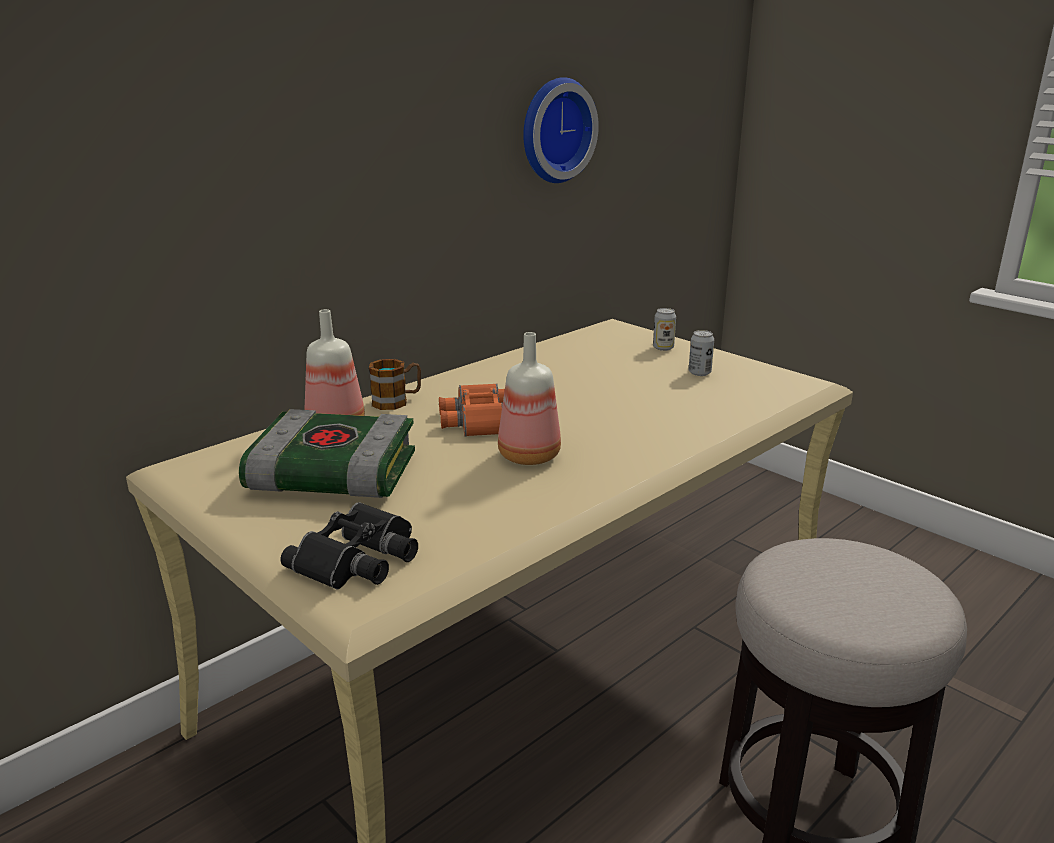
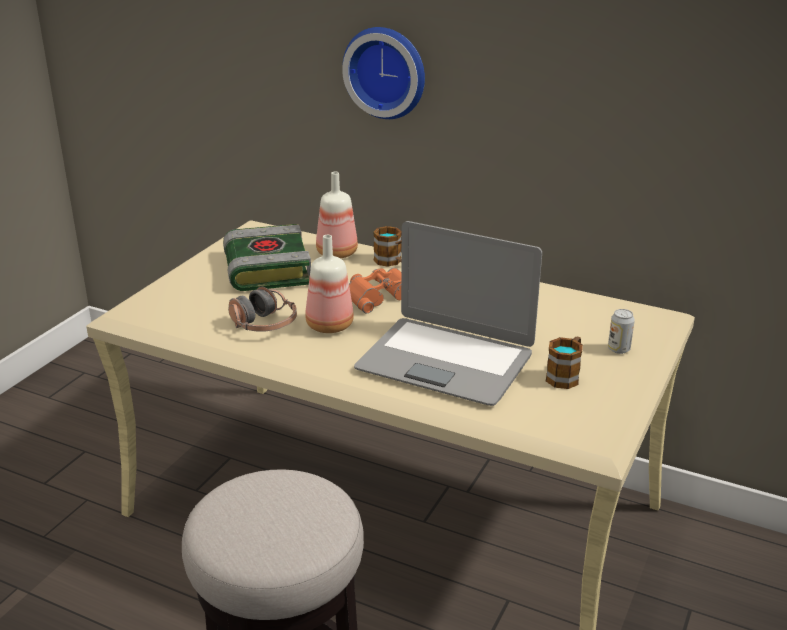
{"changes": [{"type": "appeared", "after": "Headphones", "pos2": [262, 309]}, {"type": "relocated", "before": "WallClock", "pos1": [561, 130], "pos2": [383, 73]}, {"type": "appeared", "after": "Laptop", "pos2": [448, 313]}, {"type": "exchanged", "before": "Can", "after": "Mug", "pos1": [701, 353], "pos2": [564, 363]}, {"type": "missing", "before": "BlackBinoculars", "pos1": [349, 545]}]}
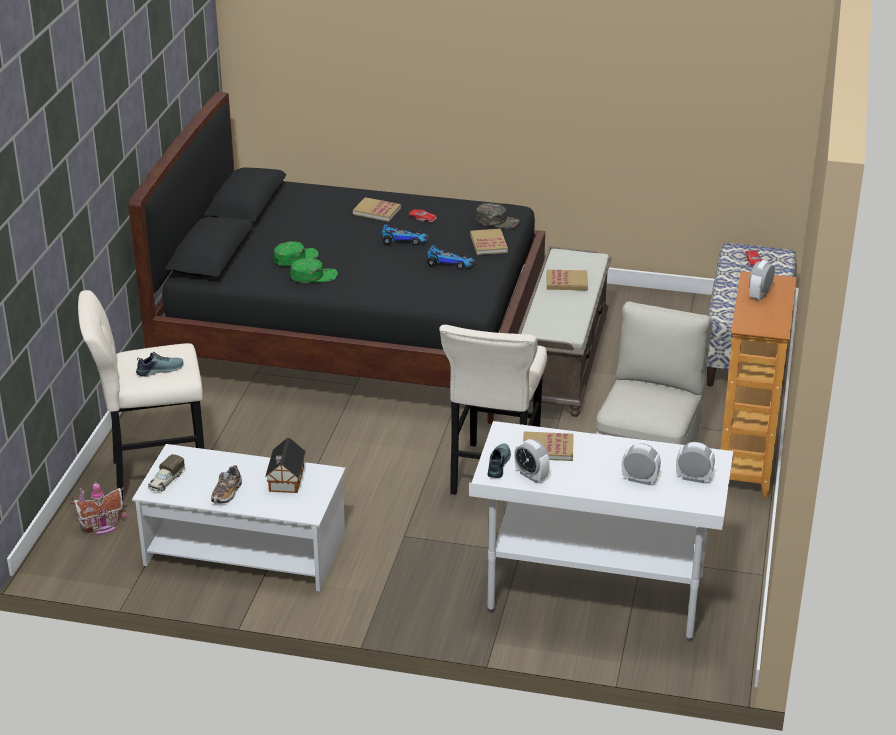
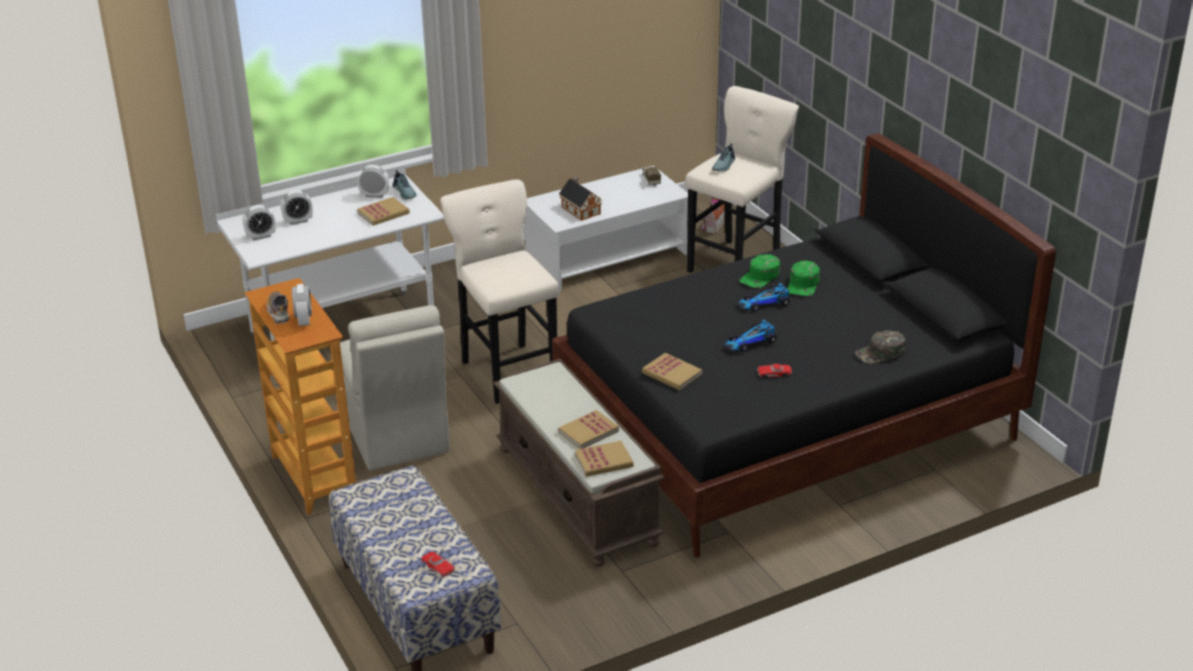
{"changes": [{"type": "relocated", "before": "Shoe", "pos1": [226, 484], "pos2": [278, 307]}, {"type": "relocated", "before": "Book", "pos1": [377, 209], "pos2": [604, 459]}, {"type": "relocated", "before": "ToyCar", "pos1": [451, 257], "pos2": [764, 297]}, {"type": "relocated", "before": "GreenCap", "pos1": [498, 216], "pos2": [880, 347]}]}
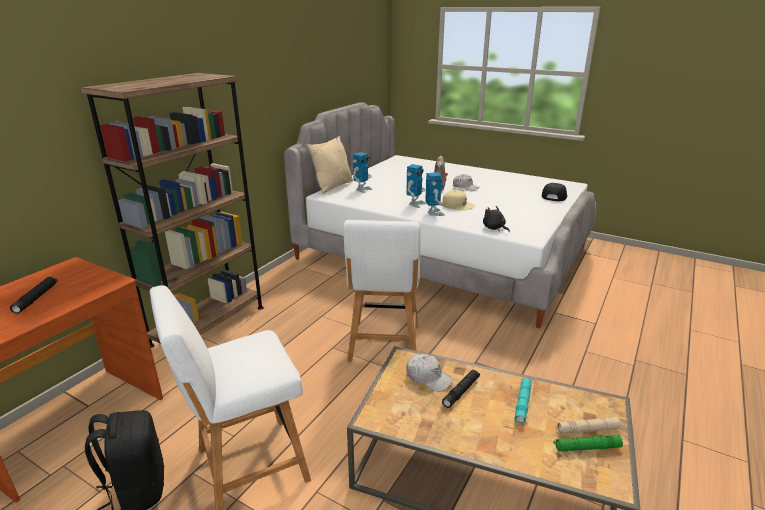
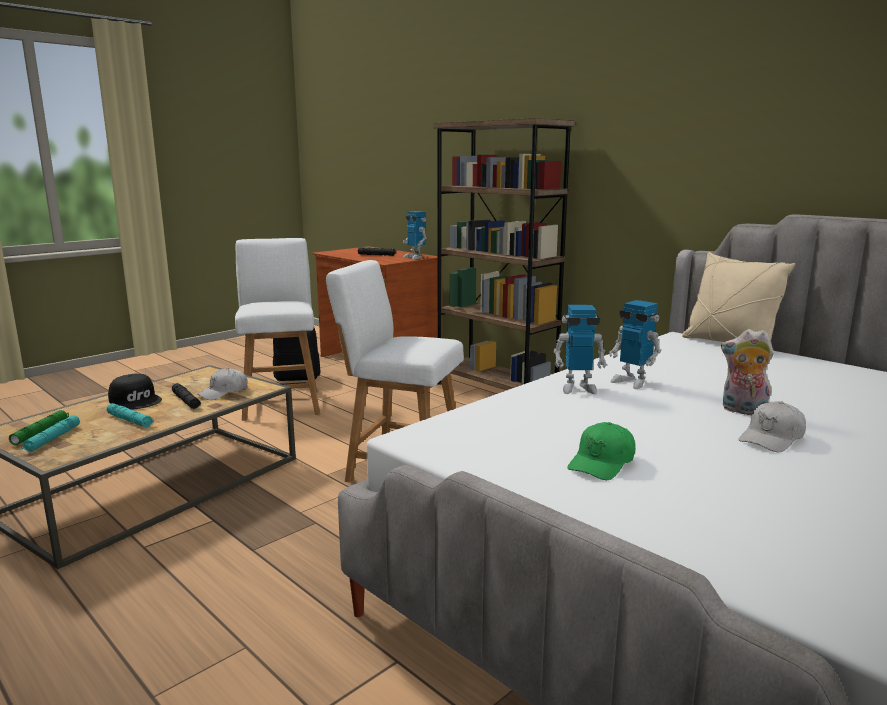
{"changes": [{"type": "colour", "before": "BeigeFlashlight", "after": "TurquoiseFlashlight", "pos1": [590, 425], "pos2": [50, 433]}, {"type": "relocated", "before": "BlackCap", "pos1": [555, 192], "pos2": [135, 392]}, {"type": "relocated", "before": "ToyRobot", "pos1": [362, 172], "pos2": [414, 235]}, {"type": "appeared", "after": "GreenCap", "pos2": [601, 451]}, {"type": "missing", "before": "BeigeCap", "pos1": [458, 200]}, {"type": "missing", "before": "BlackPlushToy", "pos1": [496, 219]}]}
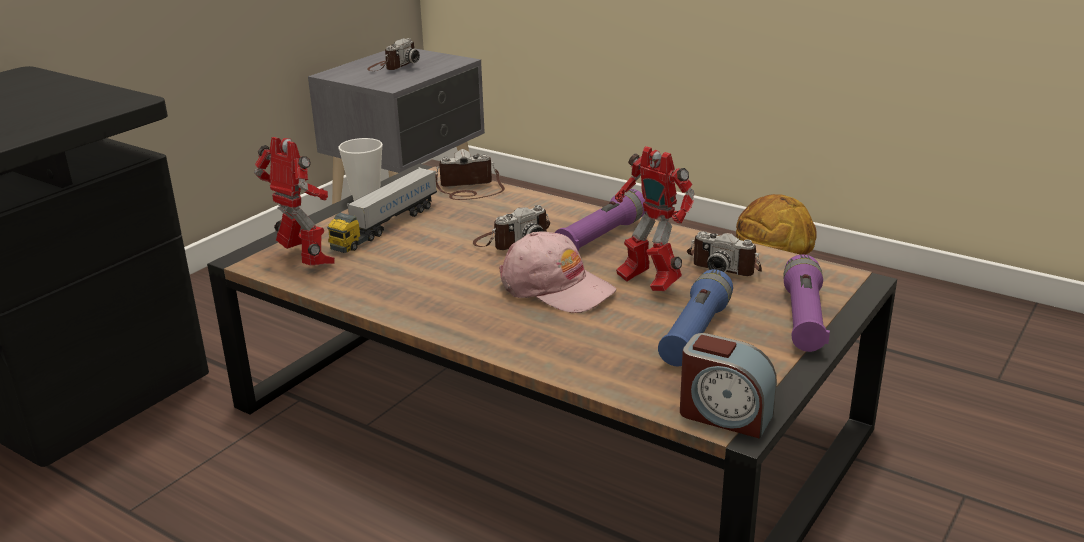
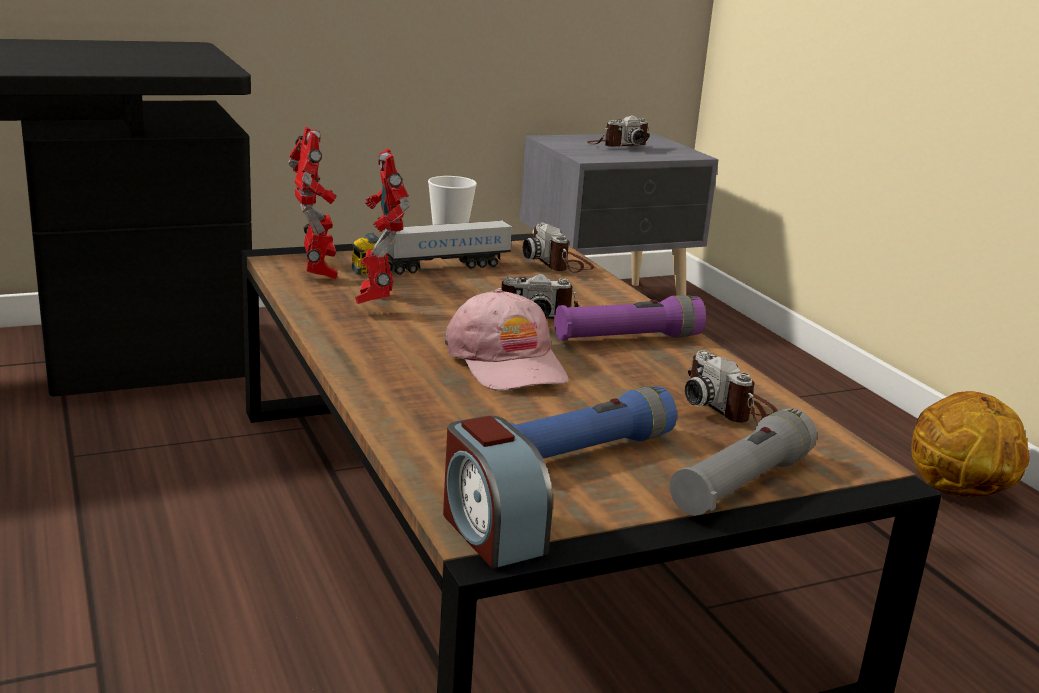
{"changes": [{"type": "relocated", "before": "ToyRobot", "pos1": [655, 218], "pos2": [382, 226]}, {"type": "spun", "before": "PhotoCamera", "pos1": [470, 174], "pos2": [558, 248], "turn": -135}, {"type": "colour", "before": "PurpleFlashlight", "after": "GreyFlashlight", "pos1": [806, 303], "pos2": [743, 462]}]}
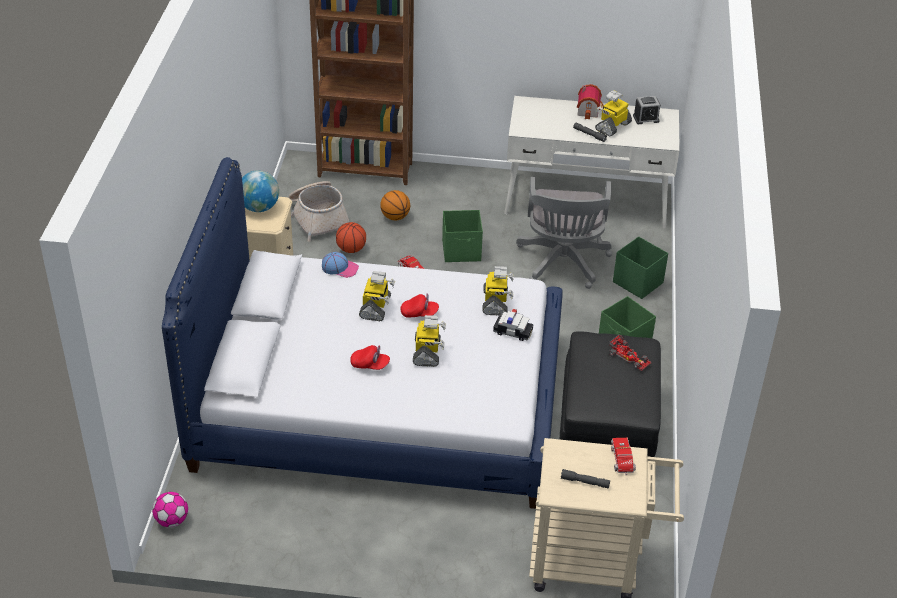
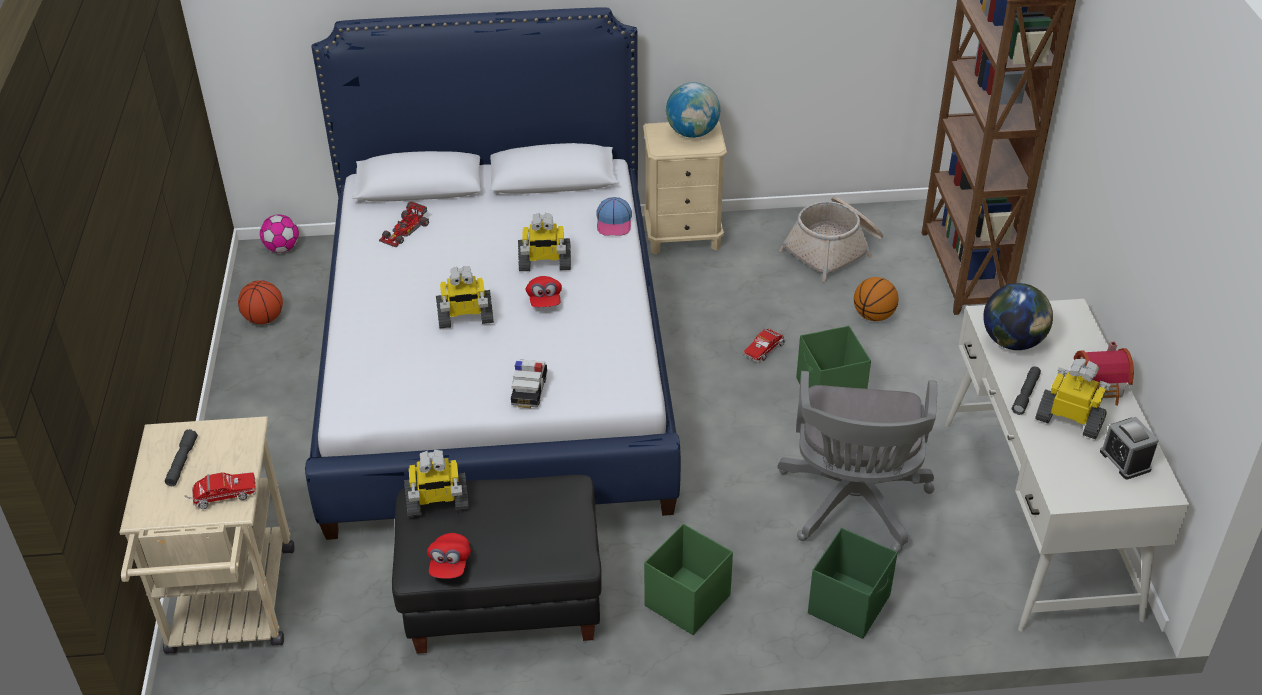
{"changes": [{"type": "relocated", "before": "Basketball", "pos1": [351, 237], "pos2": [260, 302]}, {"type": "relocated", "before": "ToyCar", "pos1": [630, 352], "pos2": [404, 224]}, {"type": "relocated", "before": "ToyRobot", "pos1": [498, 291], "pos2": [436, 483]}, {"type": "relocated", "before": "RedCap", "pos1": [370, 357], "pos2": [449, 556]}, {"type": "spun", "before": "GreyOfficeChair", "pos1": [564, 233], "pos2": [857, 462], "turn": -75}, {"type": "appeared", "after": "Globe", "pos2": [1018, 316]}]}
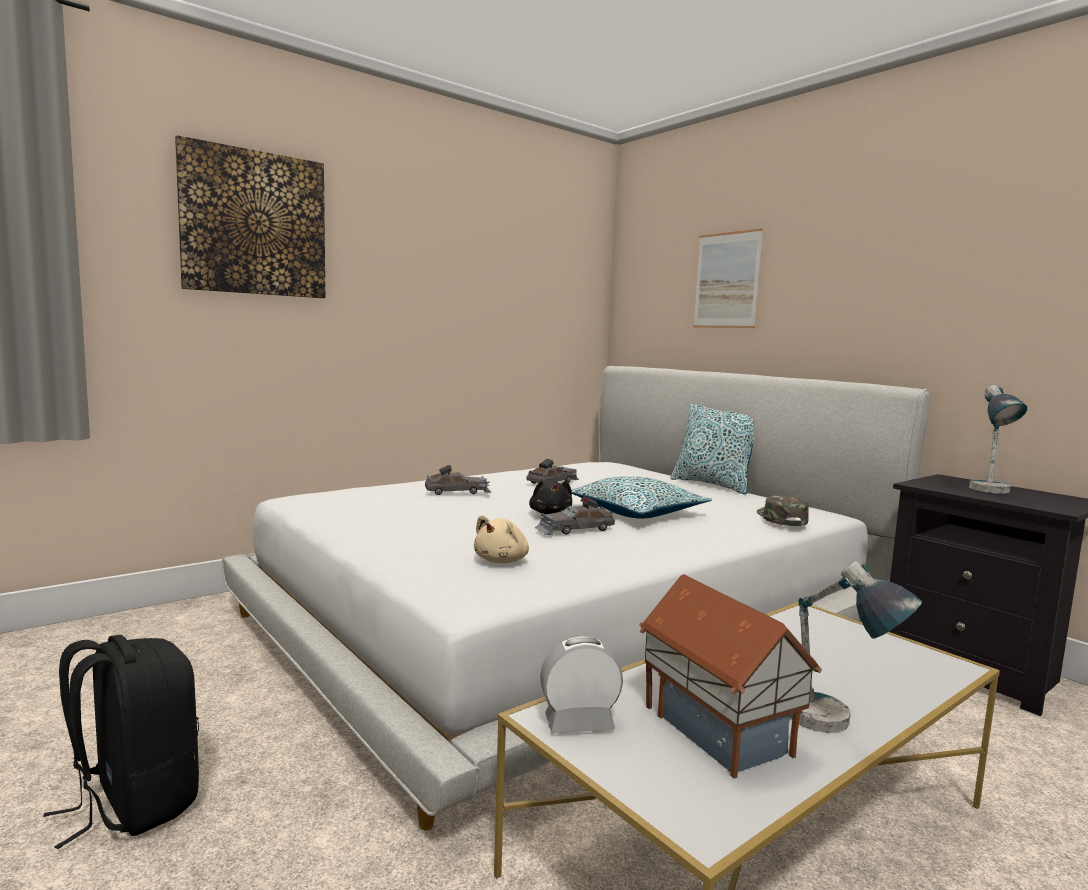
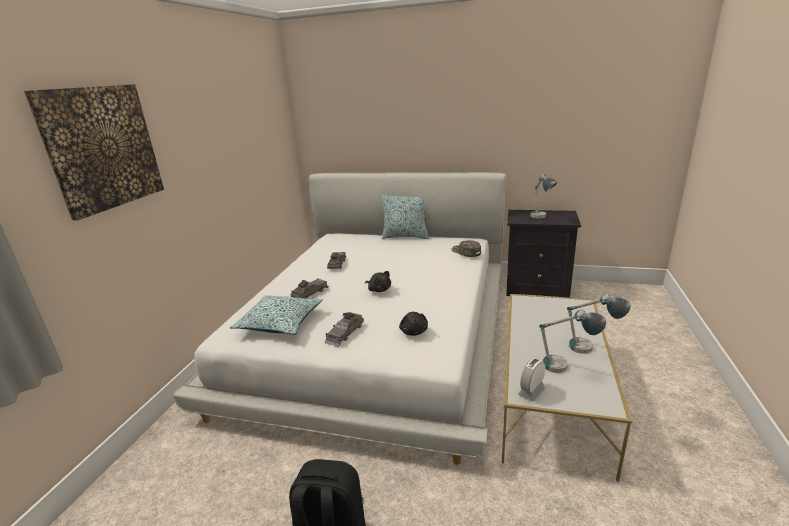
{"changes": [{"type": "relocated", "before": "Pillow", "pos1": [641, 497], "pos2": [276, 315]}, {"type": "relocated", "before": "GreyToyCar", "pos1": [575, 515], "pos2": [344, 329]}, {"type": "colour", "before": "BeigePlushToy", "after": "BlackPlushToy", "pos1": [501, 539], "pos2": [413, 324]}, {"type": "exchanged", "before": "ToyHouse", "after": "TableLamp", "pos1": [730, 676], "pos2": [572, 341]}, {"type": "missing", "before": "Picture", "pos1": [728, 278]}]}
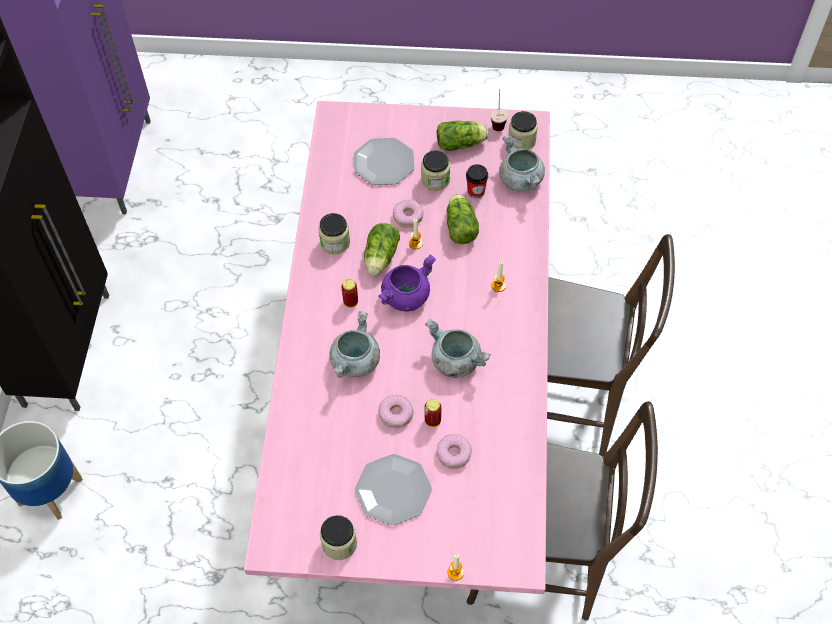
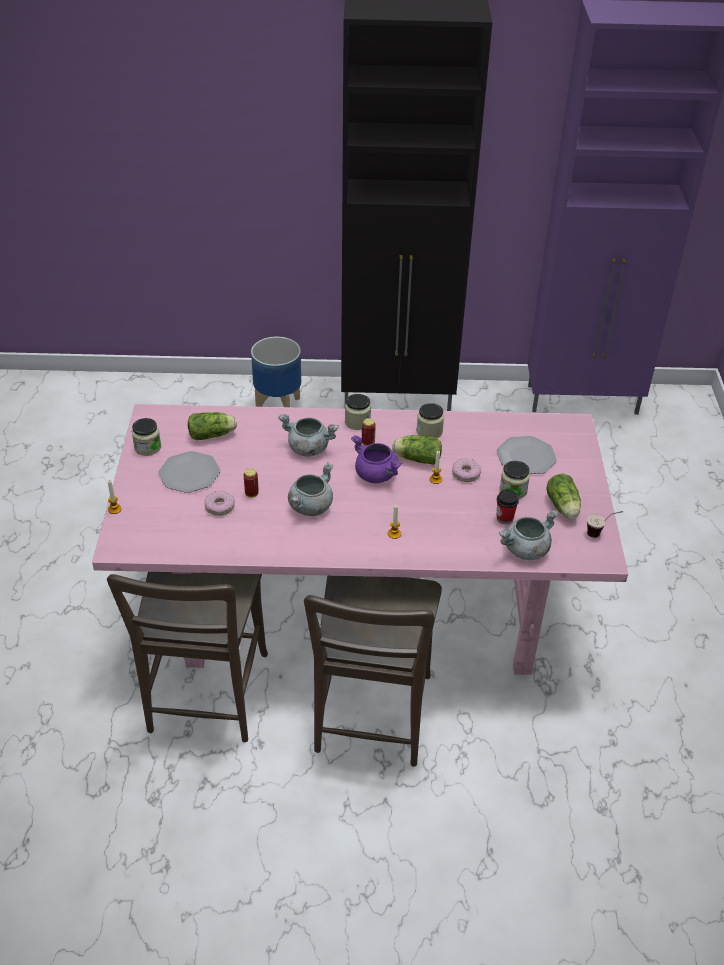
{"changes": [{"type": "relocated", "before": "Lettuce", "pos1": [463, 219], "pos2": [212, 426]}, {"type": "relocated", "before": "Jar", "pos1": [523, 130], "pos2": [358, 412]}, {"type": "missing", "before": "Donut", "pos1": [396, 411]}]}
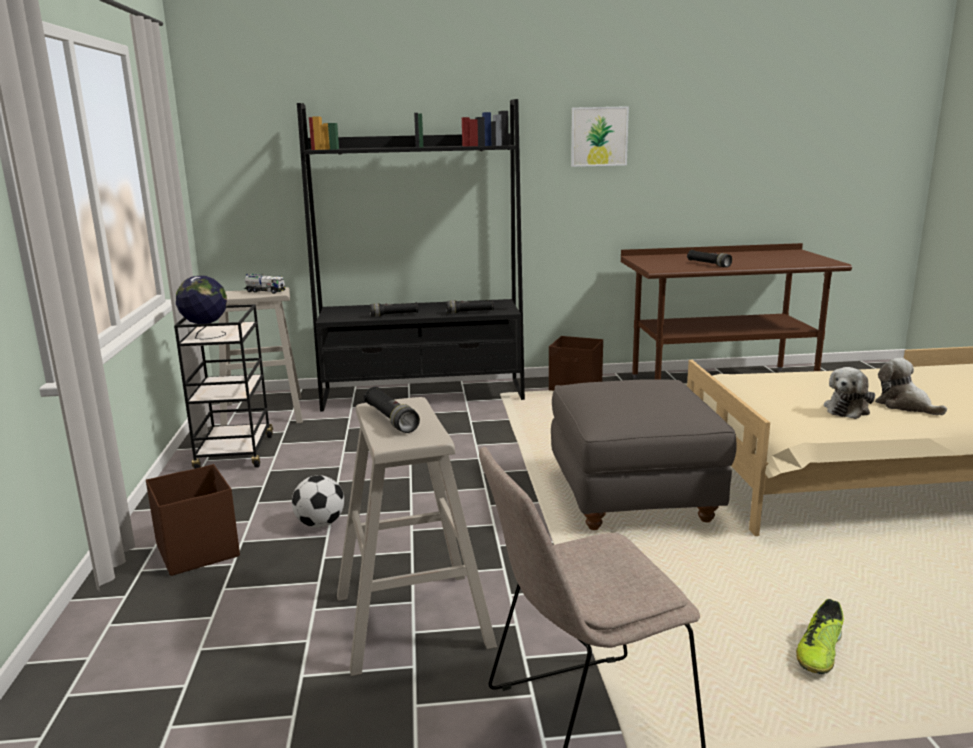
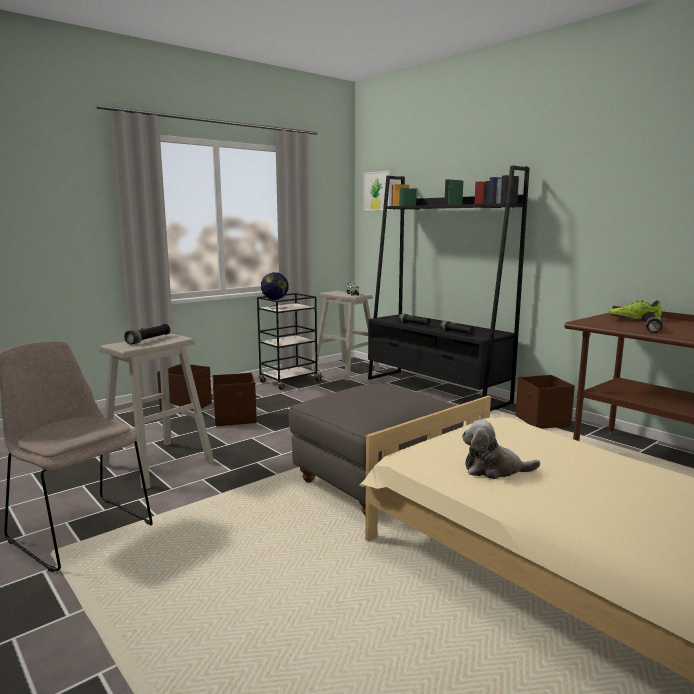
{"changes": [{"type": "exchanged", "before": "Football", "after": "BrownStorageBox", "pos1": [318, 501], "pos2": [234, 399]}, {"type": "relocated", "before": "Picture", "pos1": [600, 136], "pos2": [377, 190]}, {"type": "relocated", "before": "Shoe", "pos1": [820, 636], "pos2": [634, 310]}, {"type": "missing", "before": "PlushToy", "pos1": [911, 386]}]}
